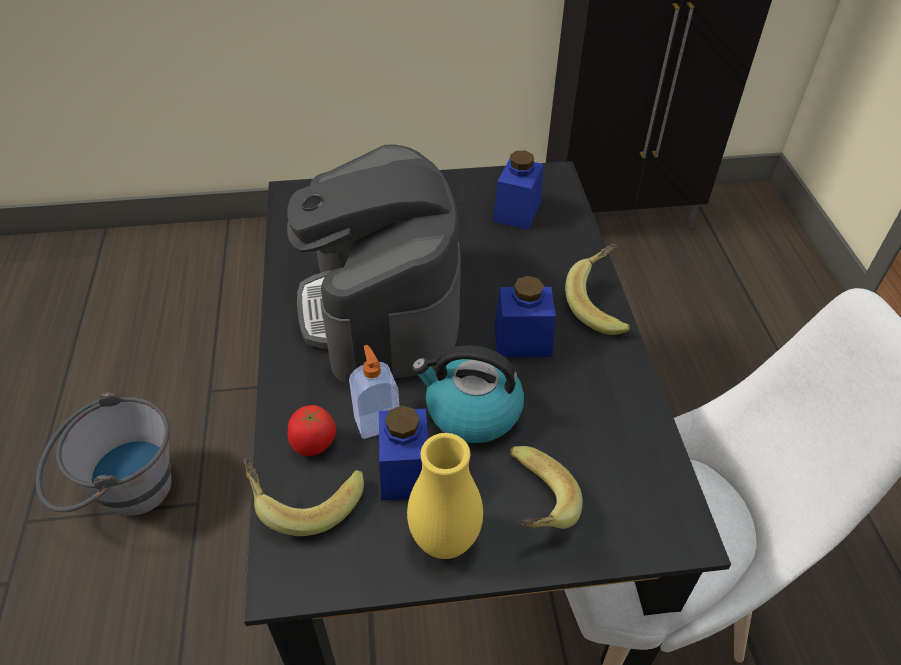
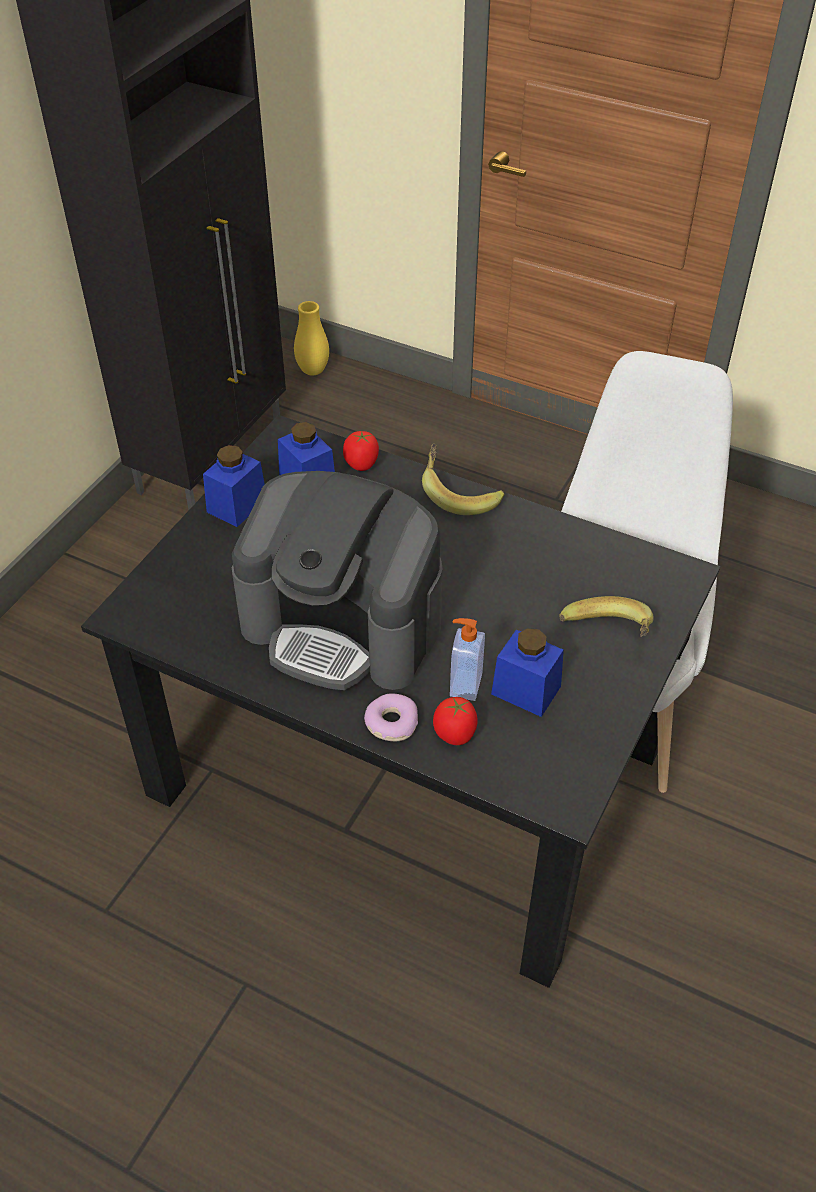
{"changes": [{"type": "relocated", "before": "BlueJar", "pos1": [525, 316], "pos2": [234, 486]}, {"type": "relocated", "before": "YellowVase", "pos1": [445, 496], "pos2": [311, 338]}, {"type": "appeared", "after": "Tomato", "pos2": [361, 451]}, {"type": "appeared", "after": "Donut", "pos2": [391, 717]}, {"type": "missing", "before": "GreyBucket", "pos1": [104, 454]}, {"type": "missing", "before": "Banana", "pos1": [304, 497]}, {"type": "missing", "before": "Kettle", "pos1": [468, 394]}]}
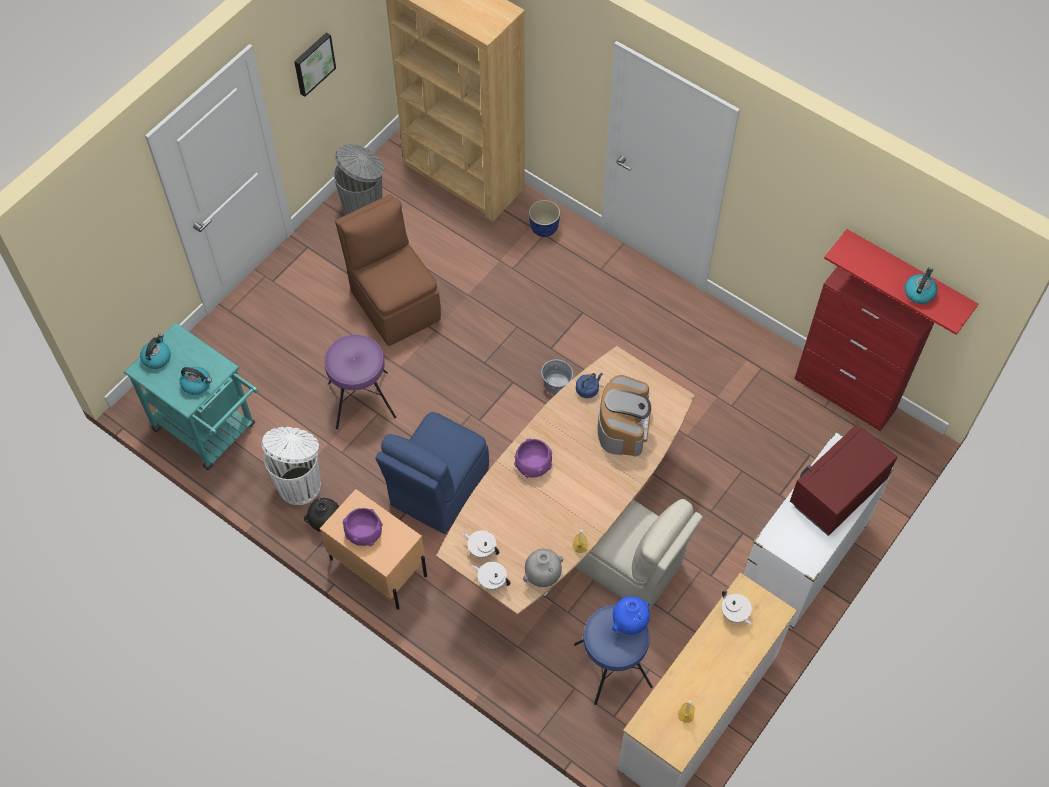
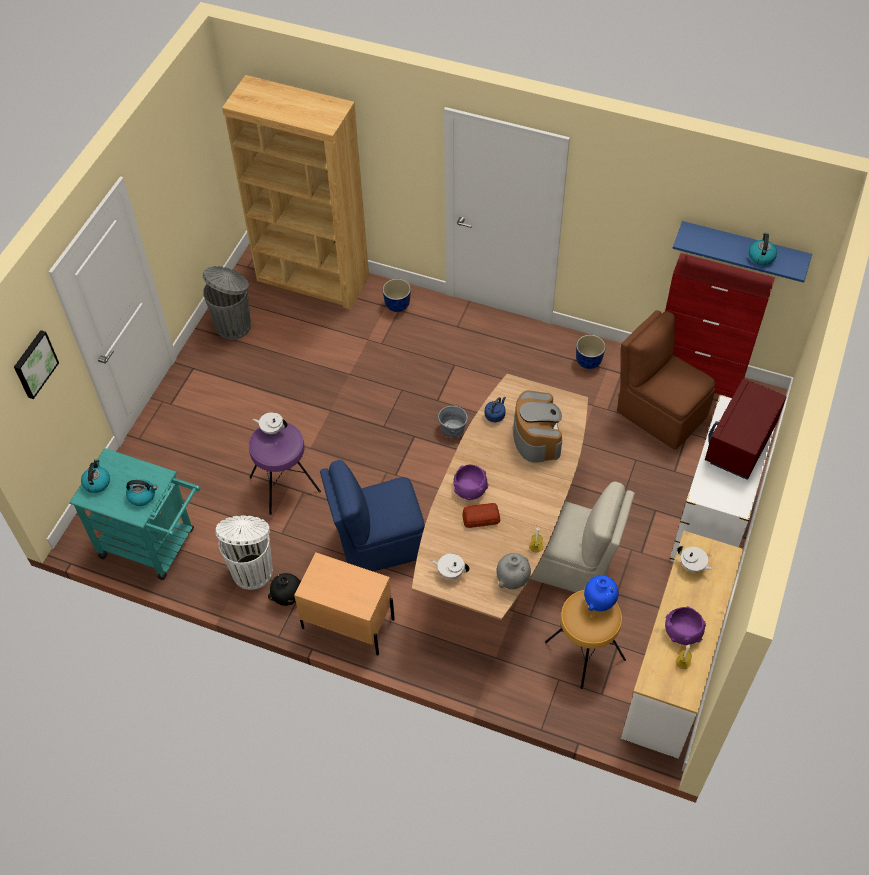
{"changes": [{"type": "relocated", "before": "Picture", "pos1": [315, 64], "pos2": [36, 364]}, {"type": "relocated", "before": "WhiteTeapot", "pos1": [491, 576], "pos2": [270, 423]}, {"type": "spun", "before": "BlueChair", "pos1": [432, 473], "pos2": [372, 515], "turn": 60}, {"type": "appeared", "after": "Bread", "pos2": [481, 515]}, {"type": "colour", "before": "BlueStool", "after": "BrownStool", "pos1": [613, 655], "pos2": [585, 639]}, {"type": "appeared", "after": "Planter", "pos2": [591, 352]}, {"type": "relocated", "before": "BrownChair", "pos1": [388, 270], "pos2": [666, 380]}, {"type": "relocated", "before": "PurpleBowl", "pos1": [363, 527], "pos2": [685, 625]}, {"type": "colour", "before": "RedShelf", "after": "BlueShelf", "pos1": [901, 282], "pos2": [742, 252]}]}
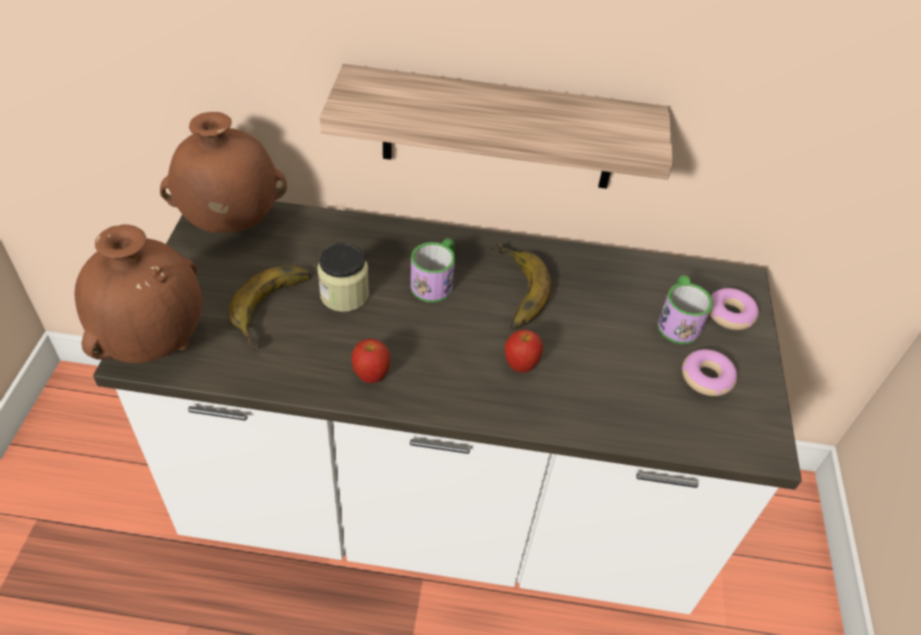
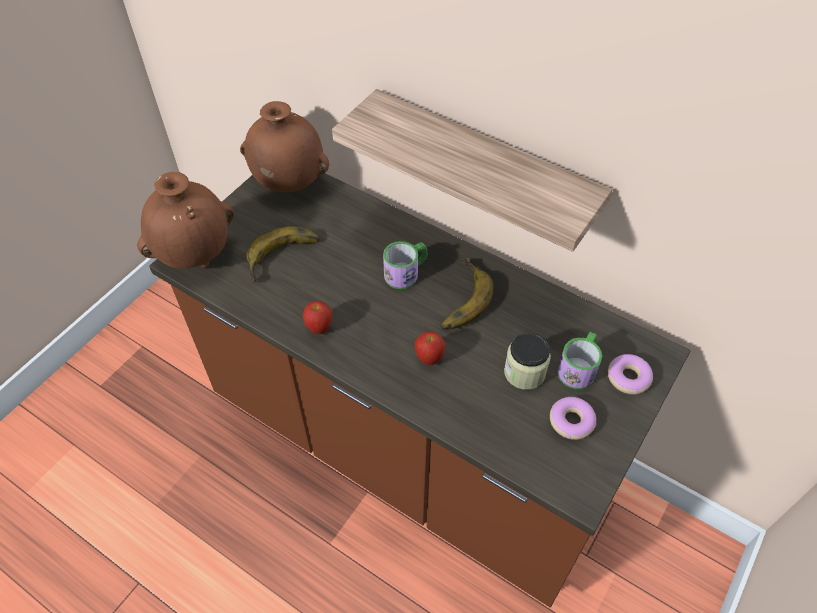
{"changes": [{"type": "colour", "before": "WhiteCounter", "after": "BrownCounter", "pos1": [447, 407], "pos2": [419, 390]}, {"type": "relocated", "before": "Jar", "pos1": [343, 277], "pos2": [527, 361]}]}
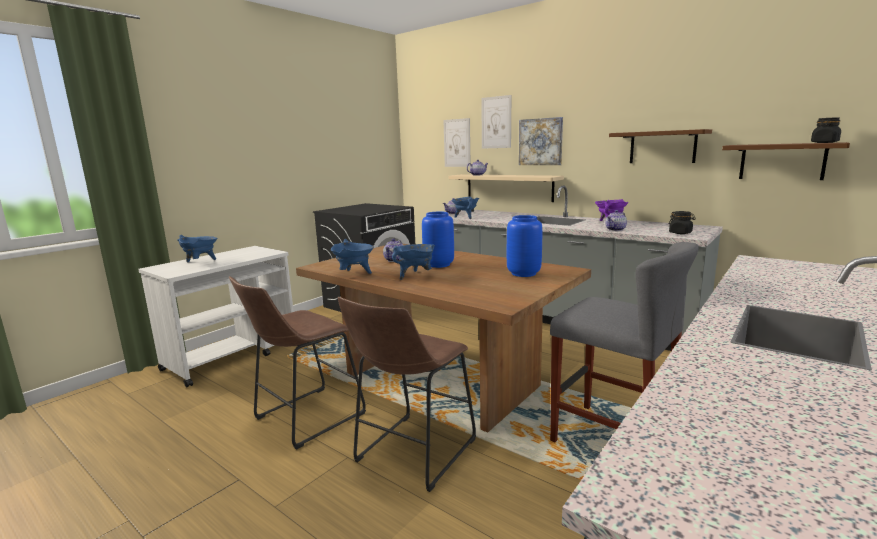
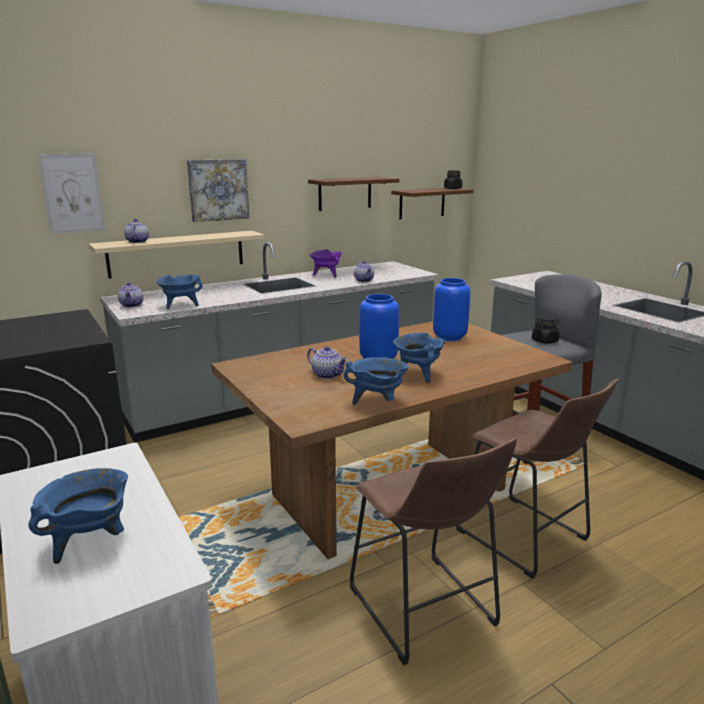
{"changes": [{"type": "relocated", "before": "BlackJar", "pos1": [682, 222], "pos2": [545, 329]}, {"type": "missing", "before": "Picture", "pos1": [496, 122]}]}
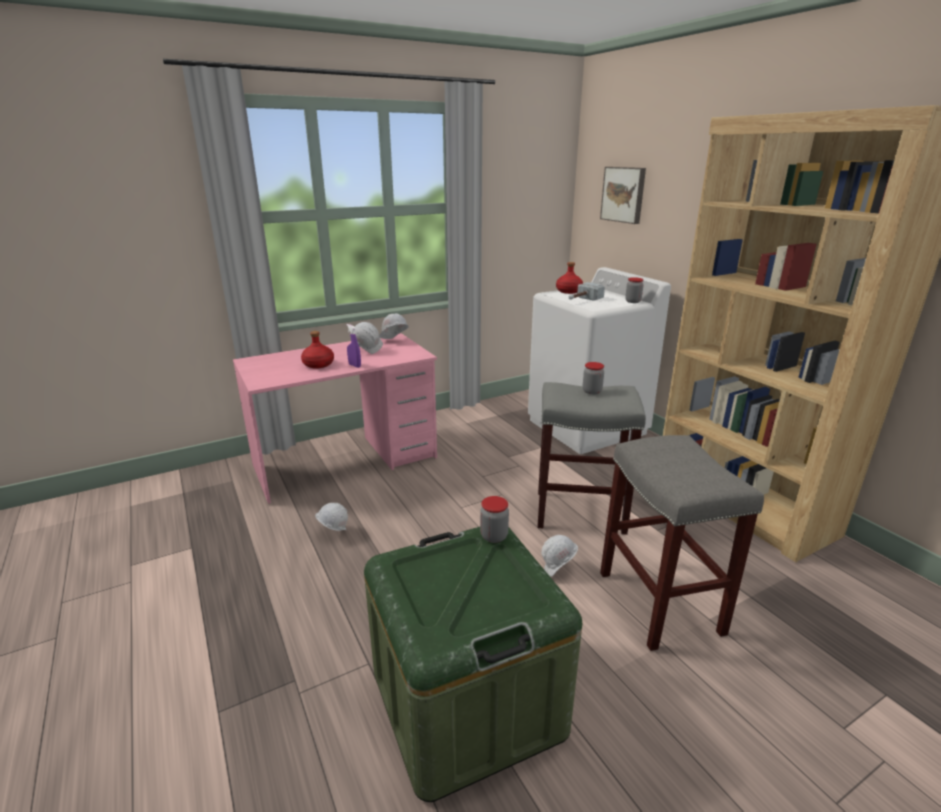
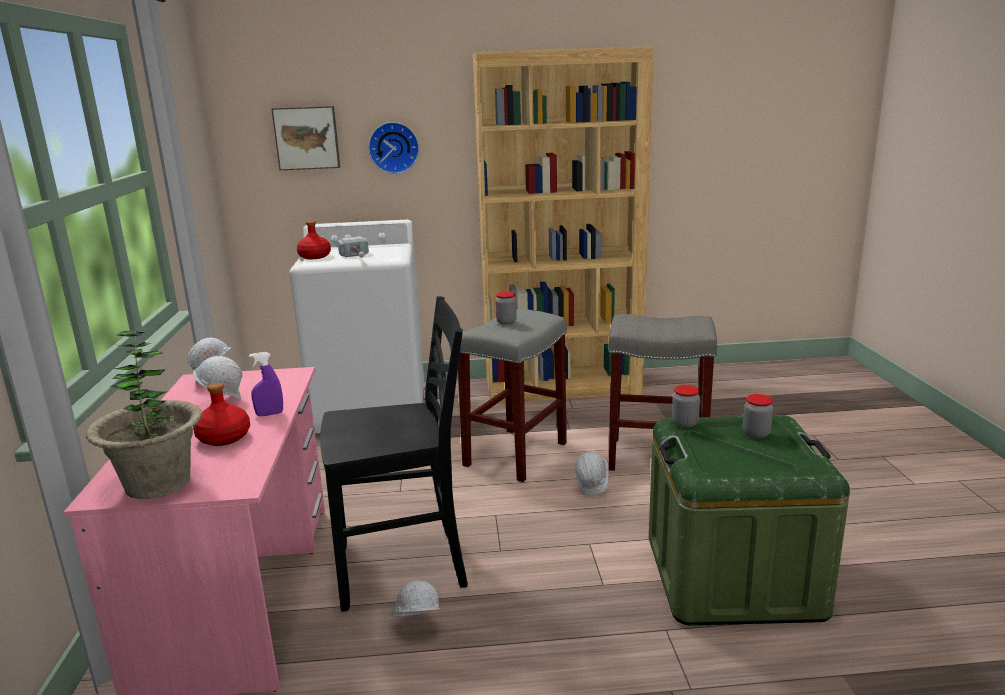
{"changes": [{"type": "appeared", "after": "PottedPlant", "pos2": [144, 415]}, {"type": "appeared", "after": "BlackChair", "pos2": [394, 453]}, {"type": "appeared", "after": "WallClock", "pos2": [393, 148]}, {"type": "relocated", "before": "Jar", "pos1": [634, 290], "pos2": [758, 416]}]}
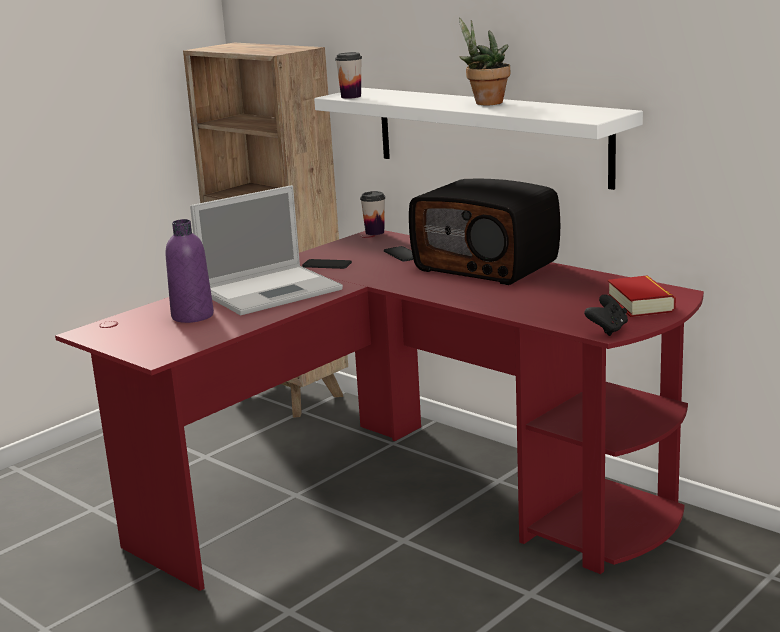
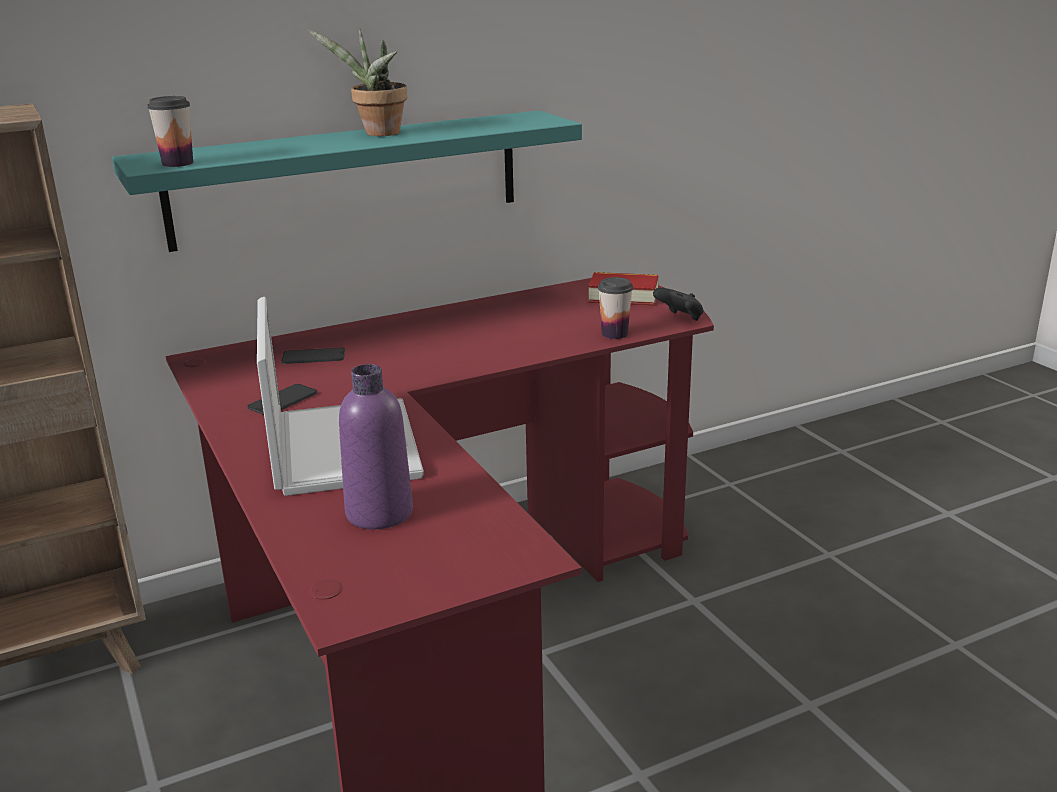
{"changes": [{"type": "colour", "before": "WhiteShelf", "after": "TurquoiseShelf", "pos1": [478, 139], "pos2": [347, 181]}, {"type": "relocated", "before": "Cup", "pos1": [372, 213], "pos2": [615, 308]}, {"type": "missing", "before": "Radio", "pos1": [485, 231]}]}
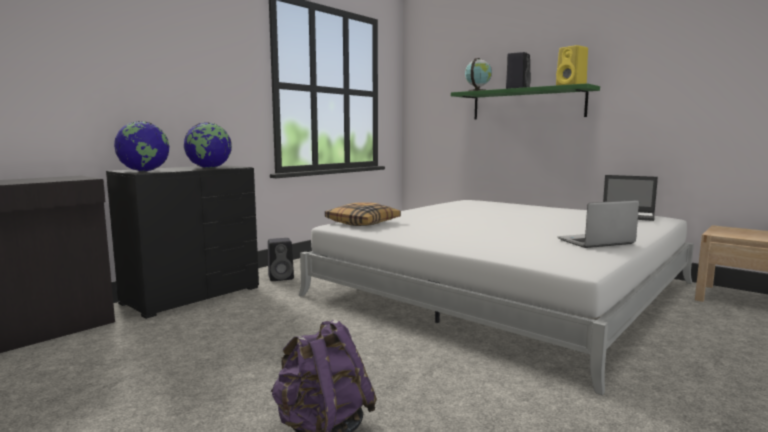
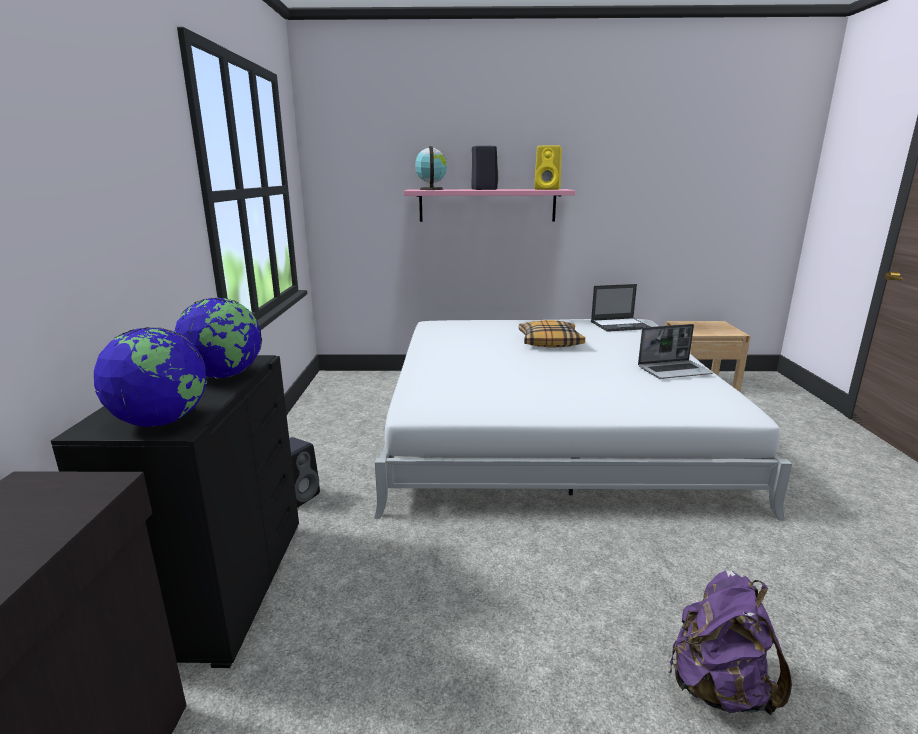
{"changes": [{"type": "colour", "before": "GreenShelf", "after": "PinkShelf", "pos1": [525, 101], "pos2": [489, 205]}, {"type": "relocated", "before": "Pillow", "pos1": [363, 214], "pos2": [552, 334]}, {"type": "spun", "before": "Laptop", "pos1": [598, 224], "pos2": [675, 351], "turn": -135}]}
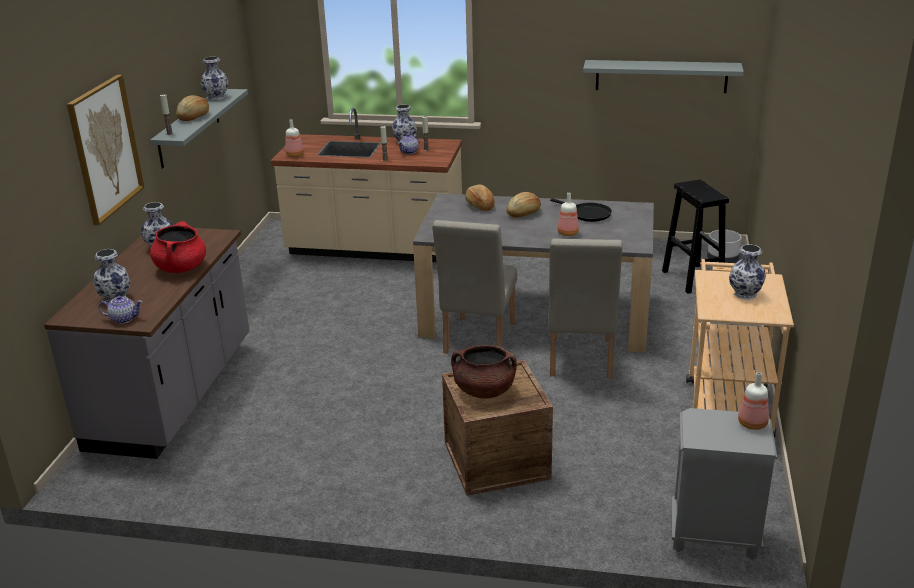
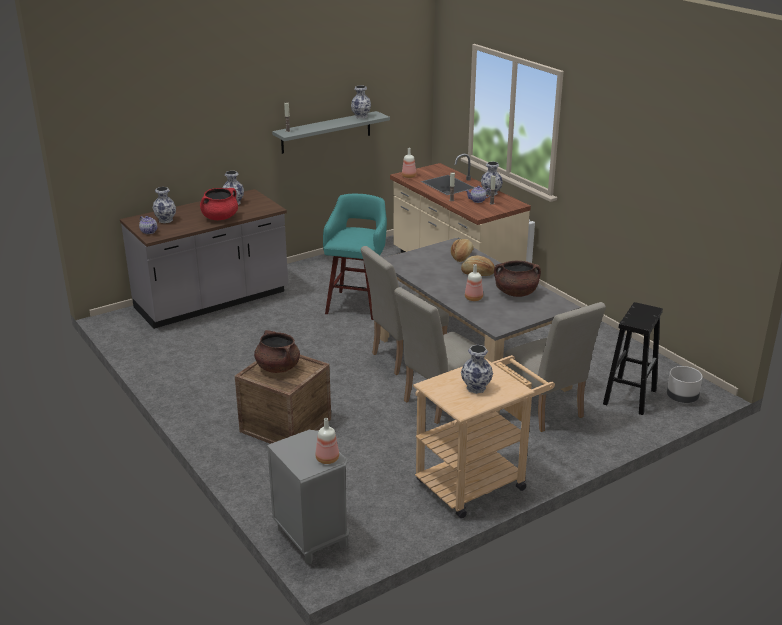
{"changes": [{"type": "appeared", "after": "TurquoiseStool", "pos2": [355, 257]}, {"type": "exchanged", "before": "BlackFryingPan", "after": "BrownCookingPot", "pos1": [581, 210], "pos2": [517, 279]}, {"type": "appeared", "after": "BeigeChair", "pos2": [555, 367]}, {"type": "missing", "before": "Picture", "pos1": [105, 150]}, {"type": "missing", "before": "Bread", "pos1": [192, 108]}, {"type": "missing", "before": "GreyShelf", "pos1": [663, 76]}]}
